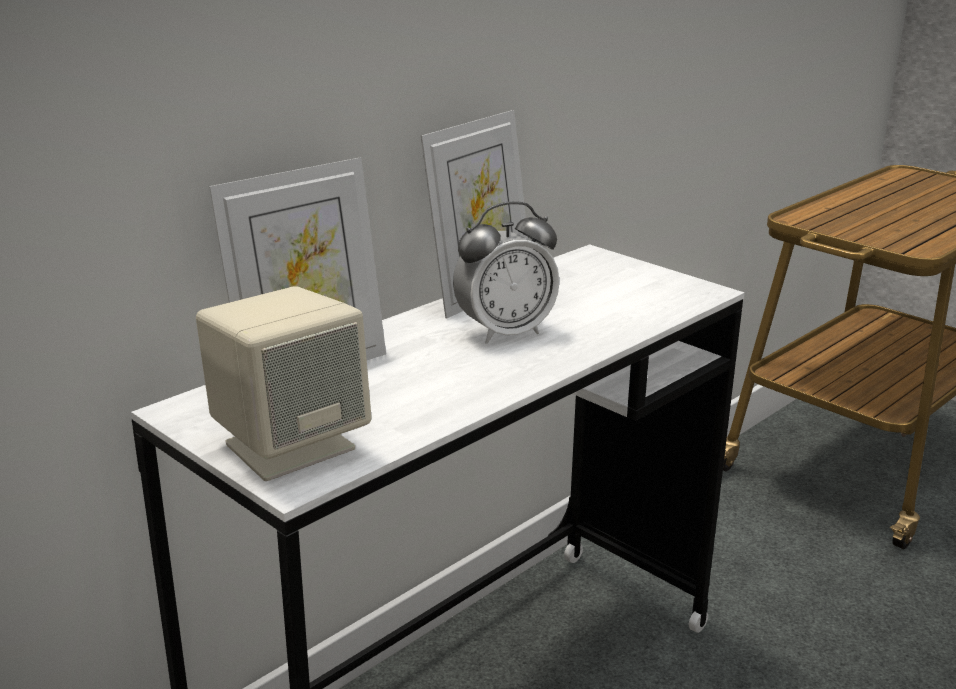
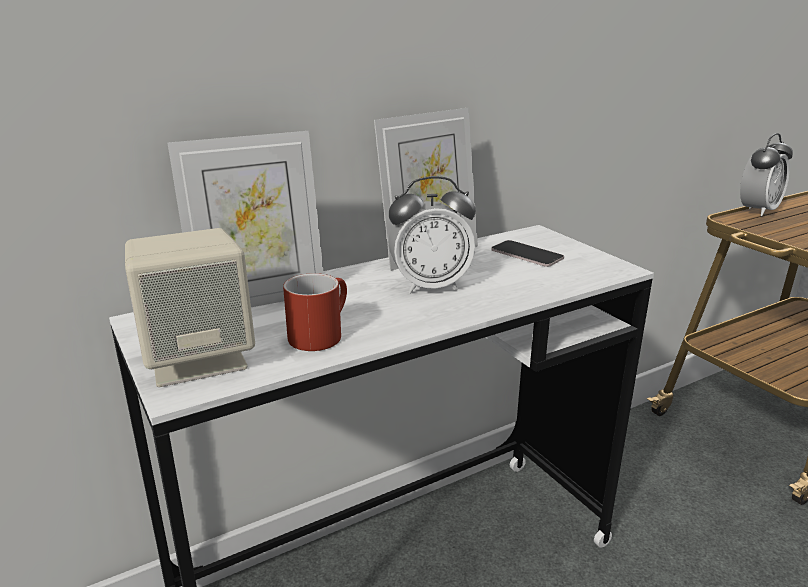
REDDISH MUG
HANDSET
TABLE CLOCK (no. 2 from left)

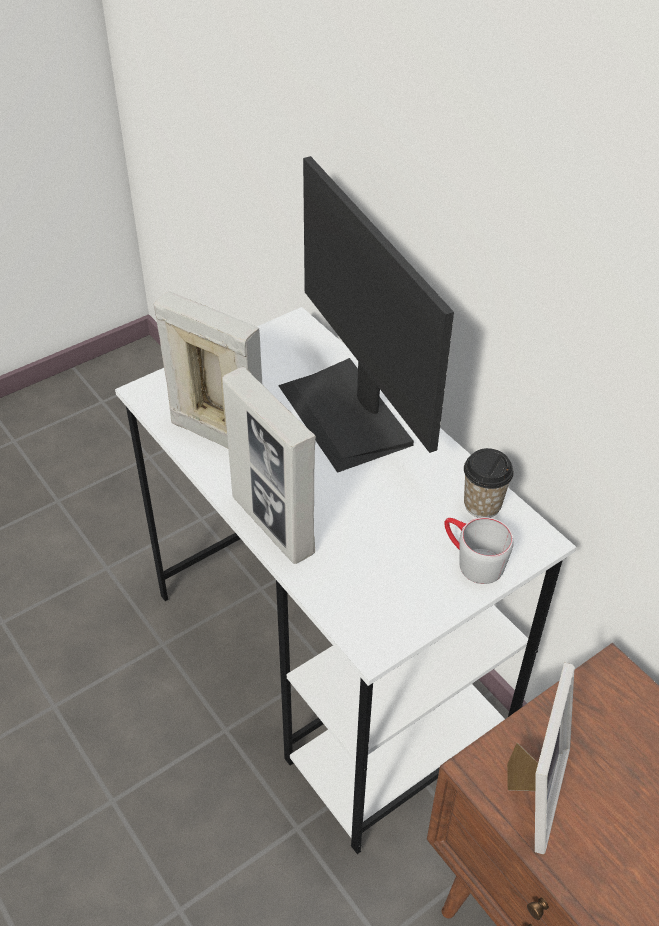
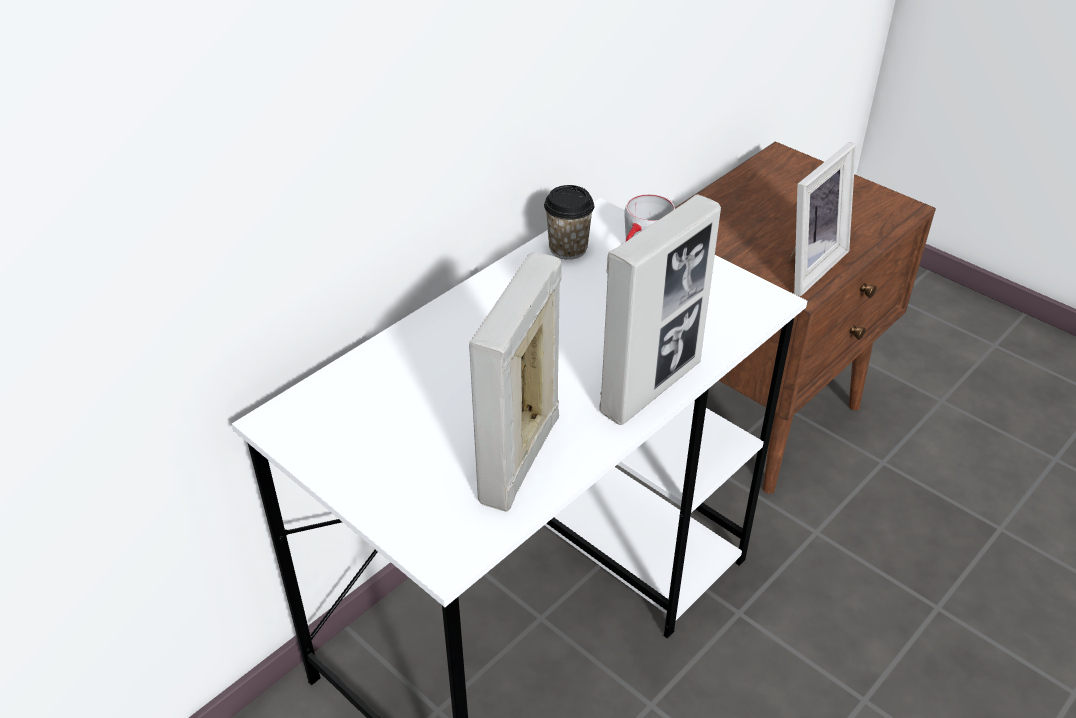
STANDING FRAME (no. 3 from left)
COMPUTER SCREEN

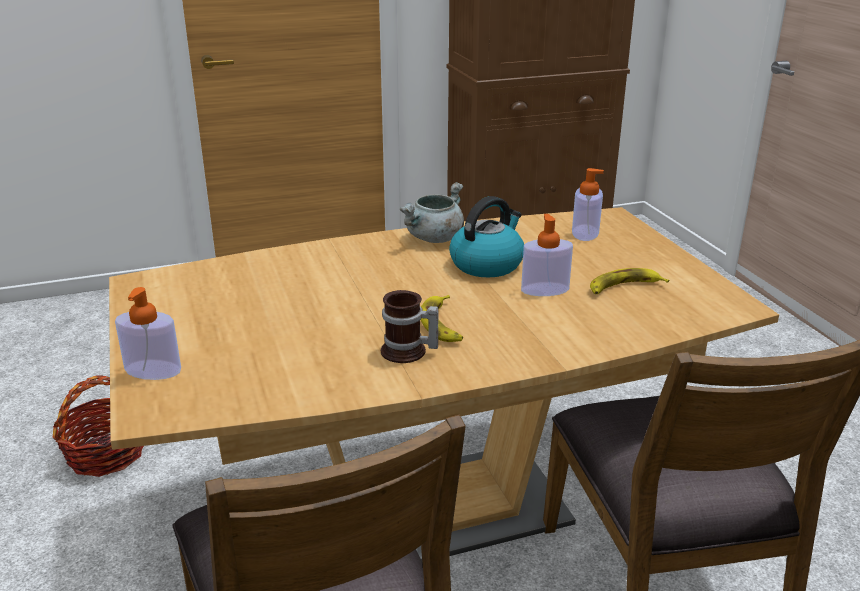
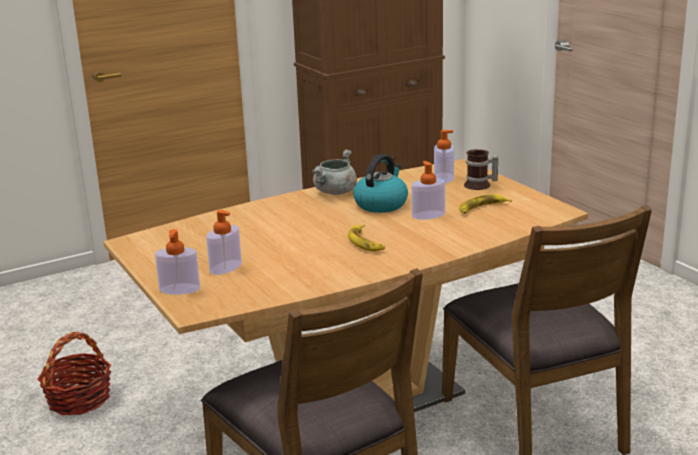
SOAP BOTTLE (no. 2 from left)
MUG

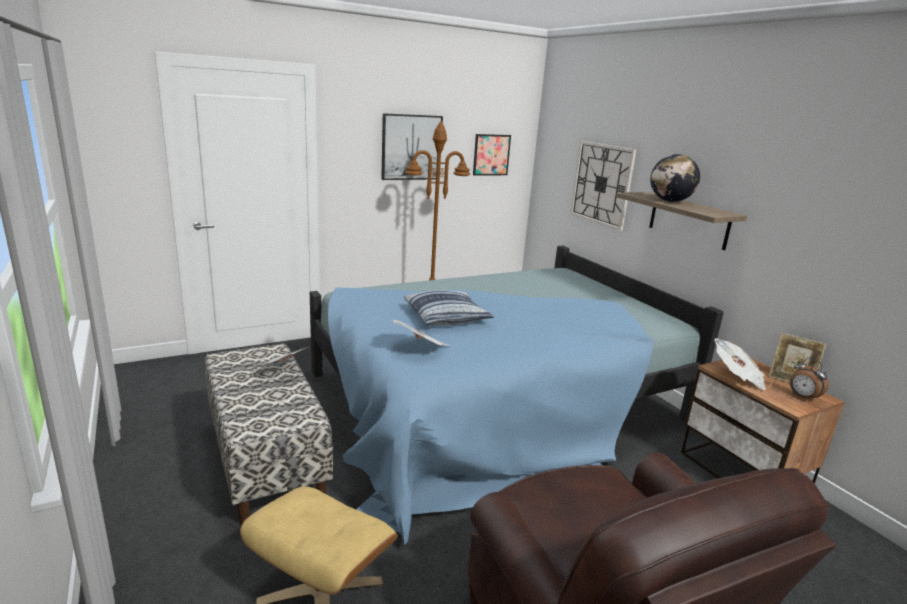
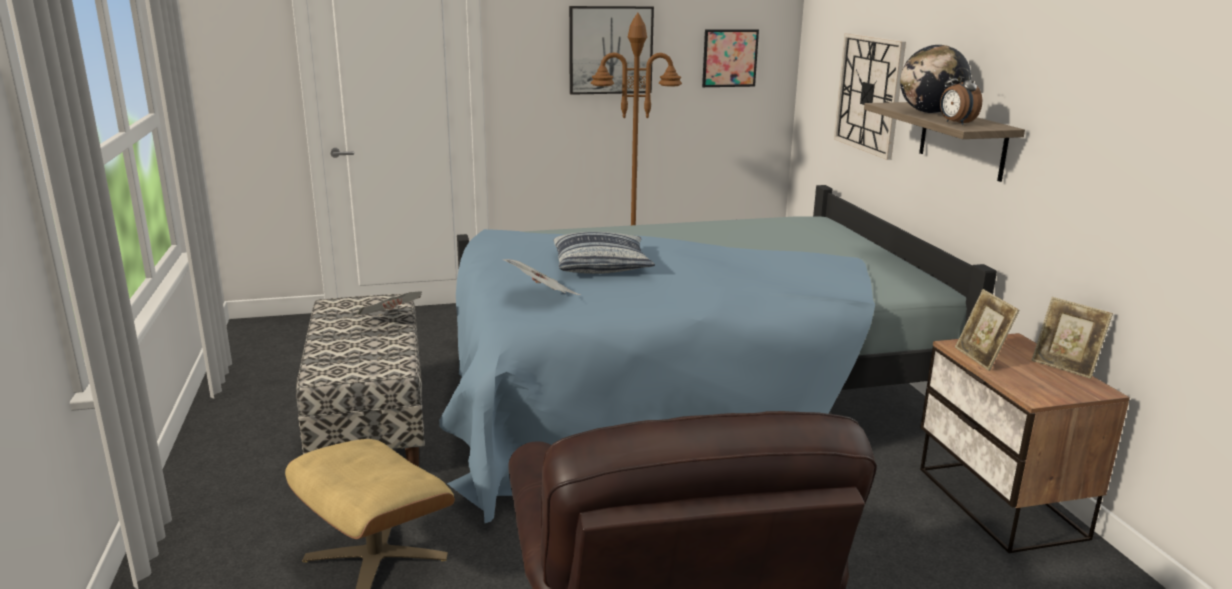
TABLE CLOCK
STANDING FRAME (no. 1 from left)

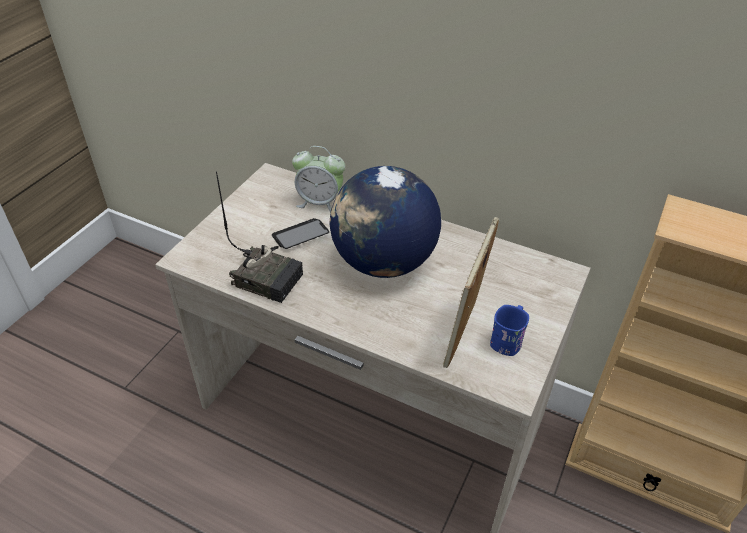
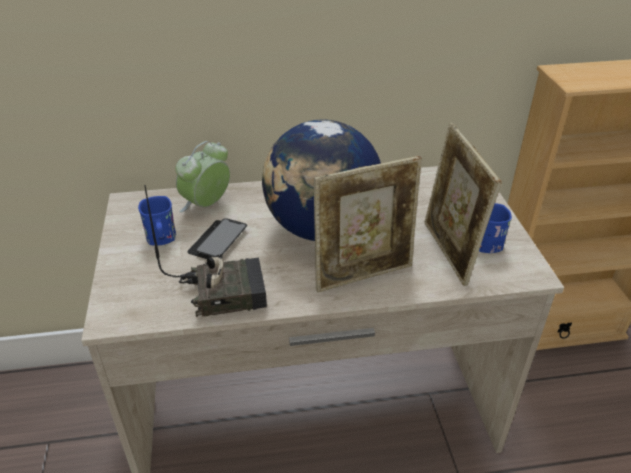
BLUE-COLOURED MUG (no. 1 from left)
TABLE CLOCK
STANDING FRAME (no. 1 from left)

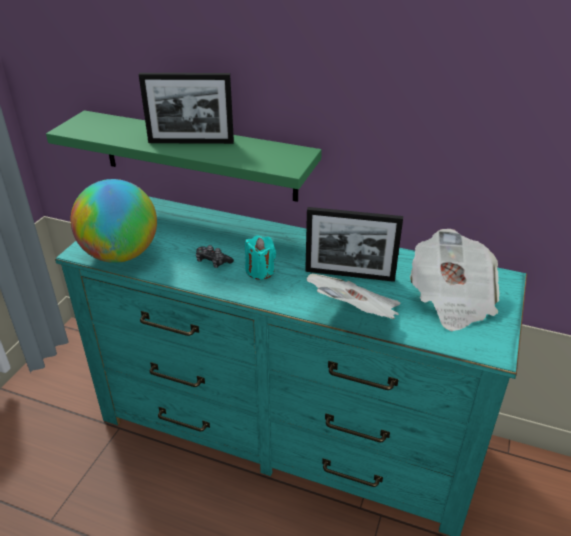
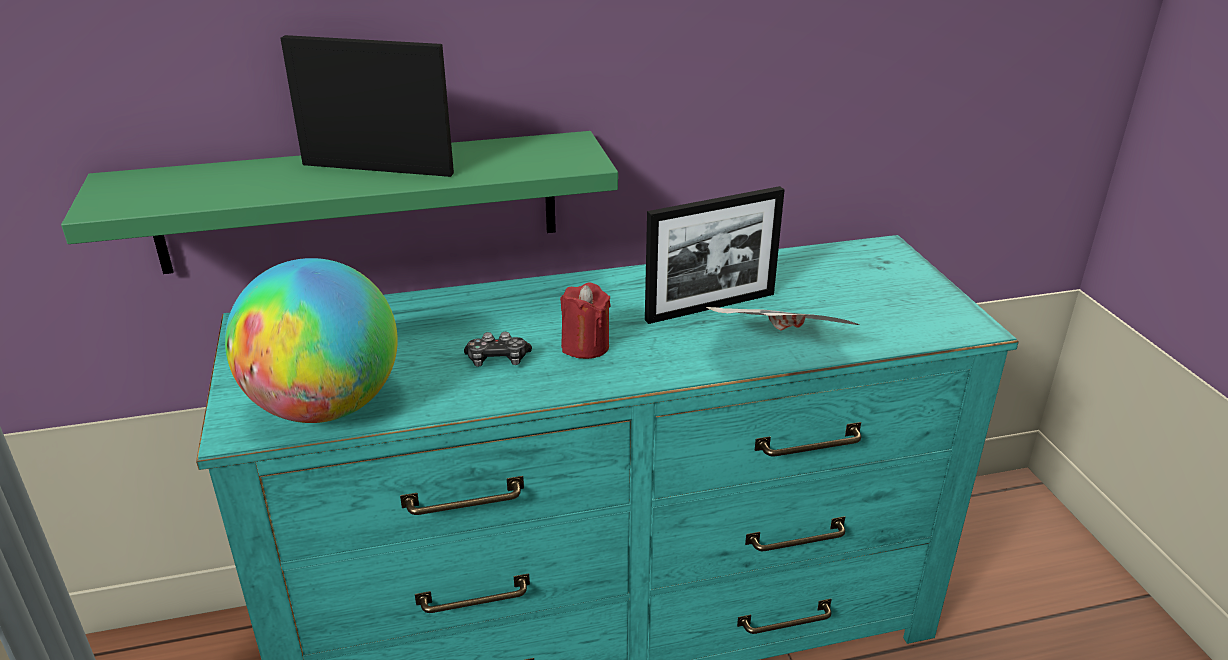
STANDING FRAME (no. 1 from left)
REDDISH CANDLE
DAILY PAPER (no. 2 from left in the first image)

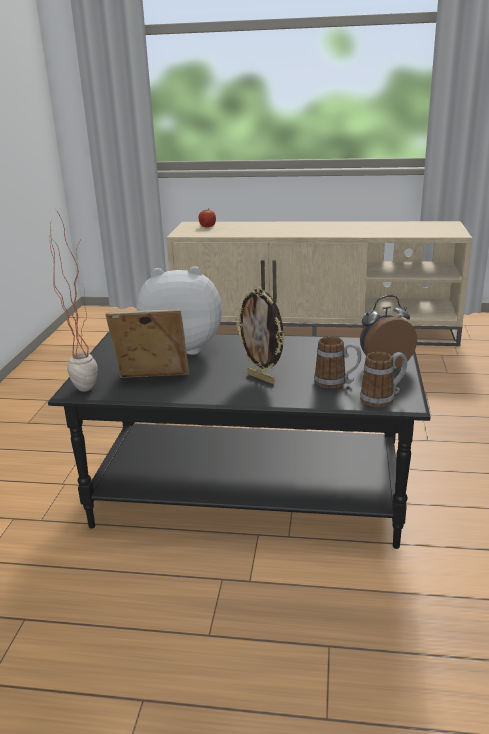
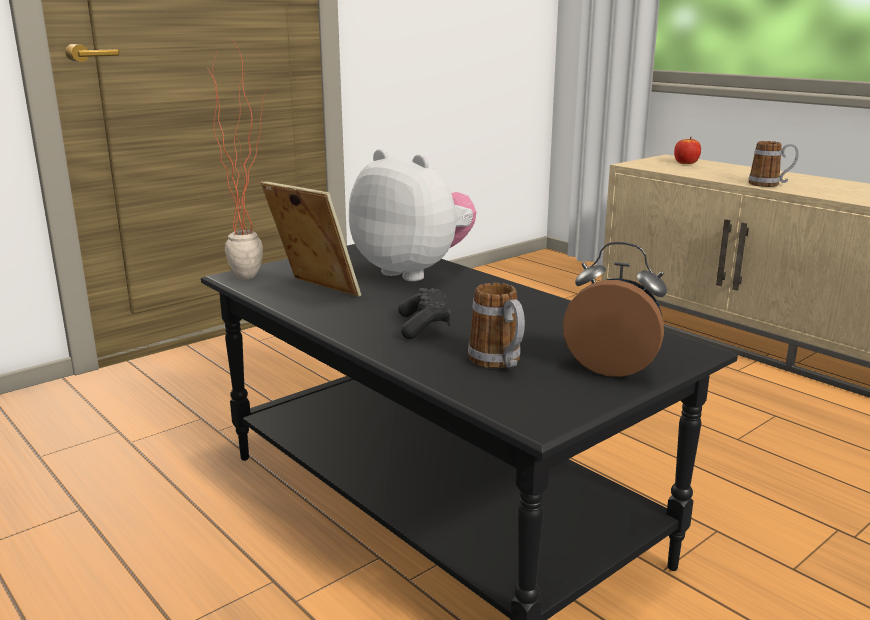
BLACK-COLOURED GAMEPAD
MUG (no. 2 from left)

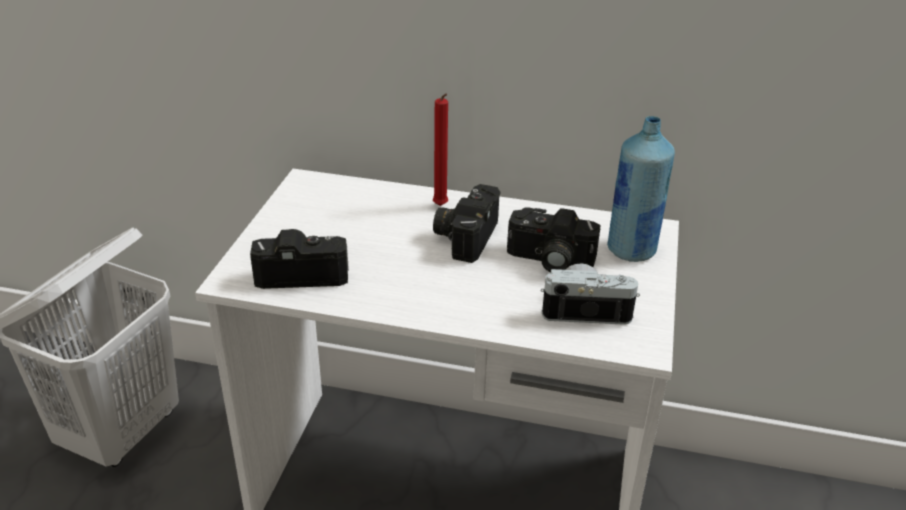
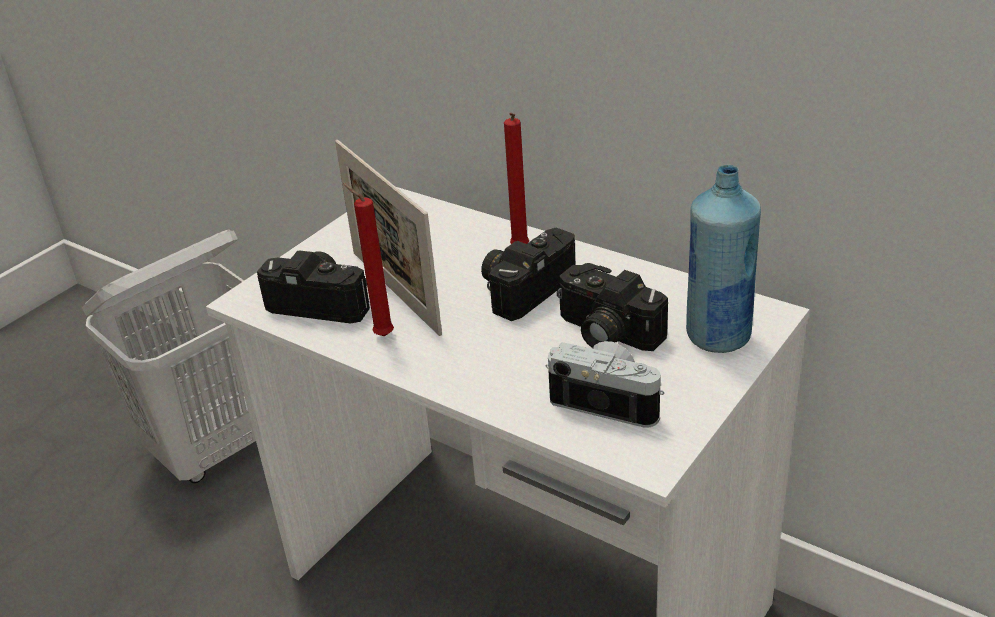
STANDING FRAME
REDDISH CANDLE (no. 1 from left)

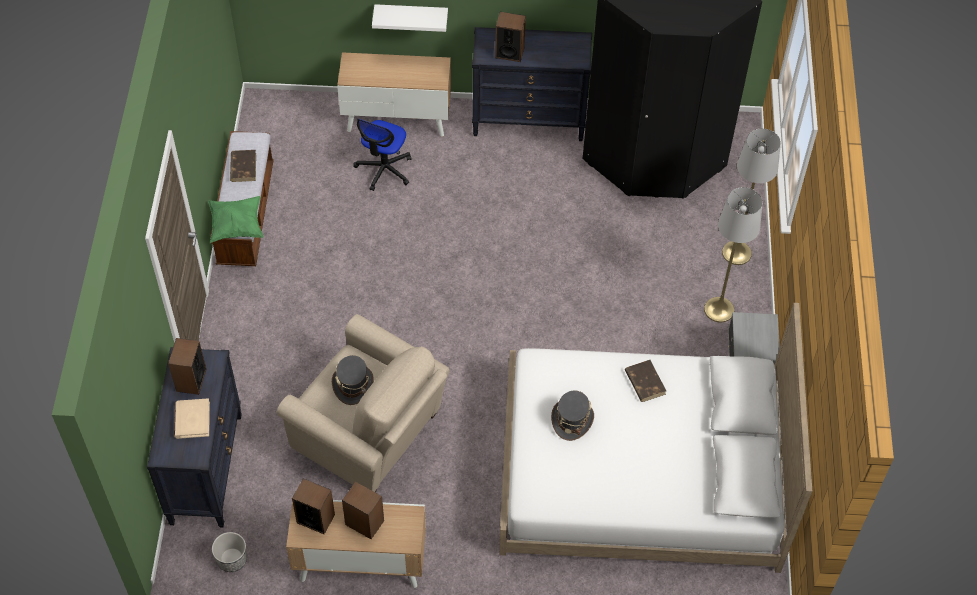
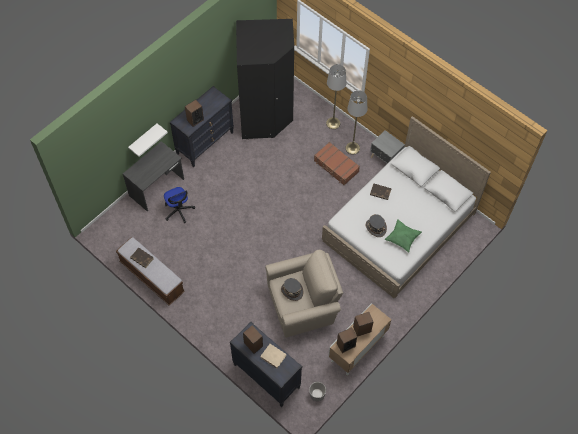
GREY DESK UNIT
BROWN-COLOURED SUITCASE
GREEN THROW PILLOW

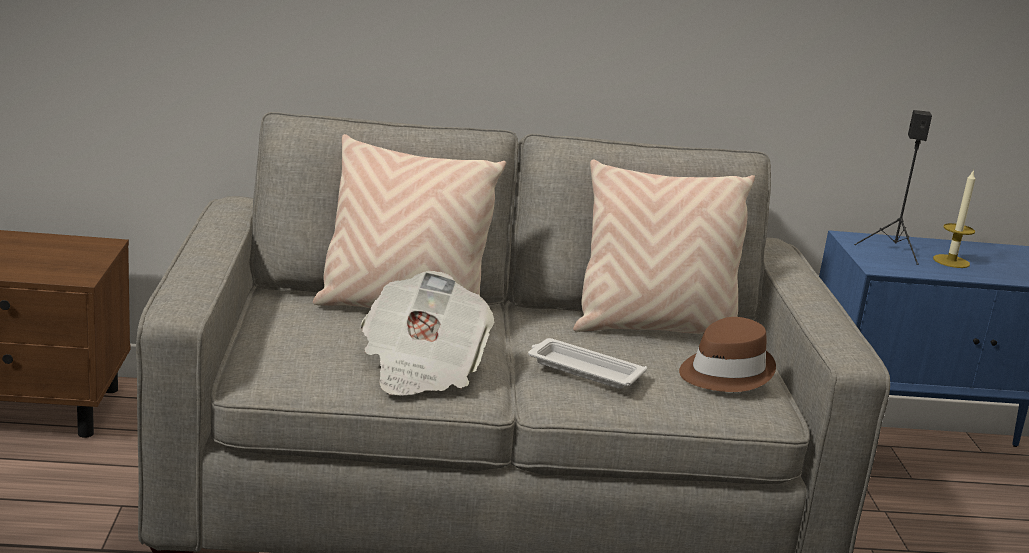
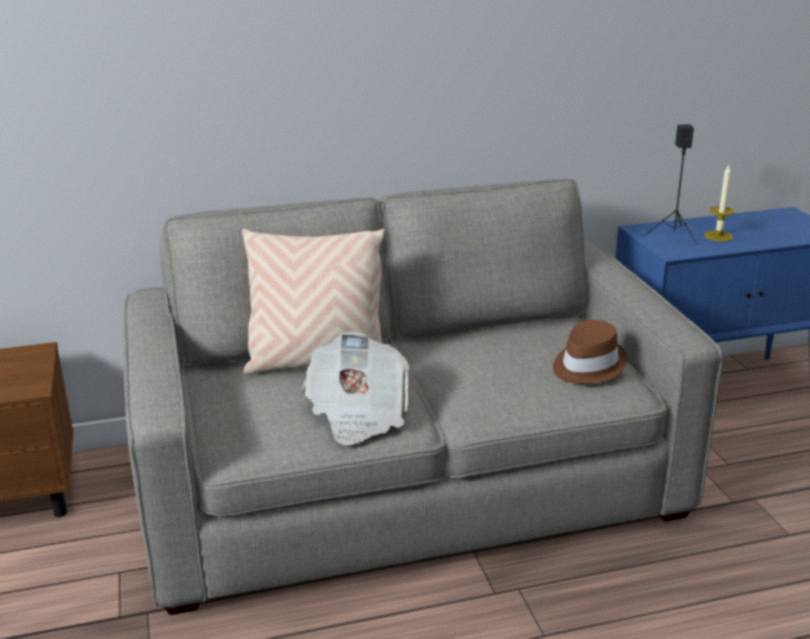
WHITE-COLOURED TRAY
BEIGE THROW PILLOW (no. 2 from left in the first image)

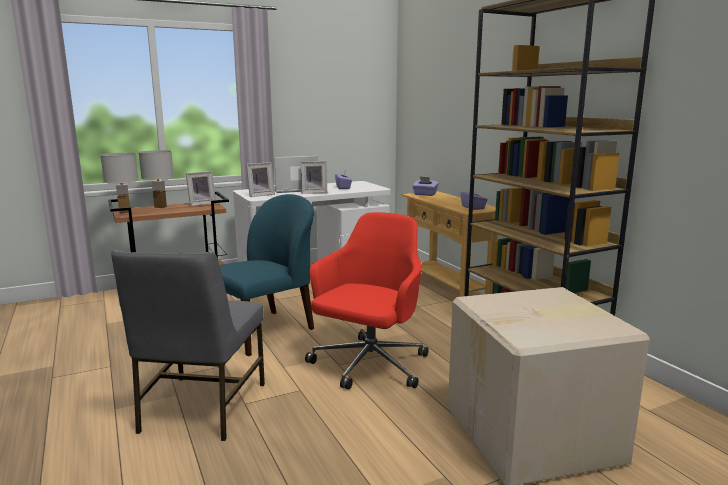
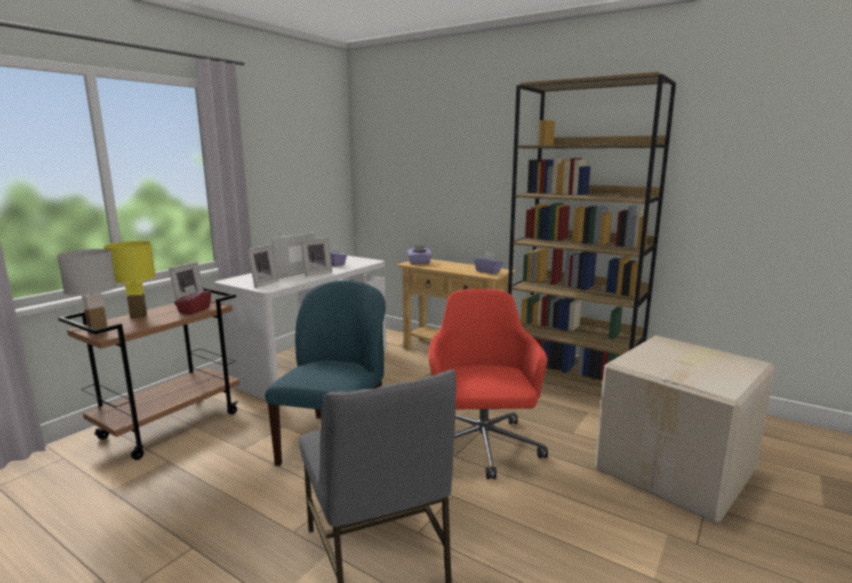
YELLOWISH TABLE LAMP
REDDISH BOX OF TISSUES

